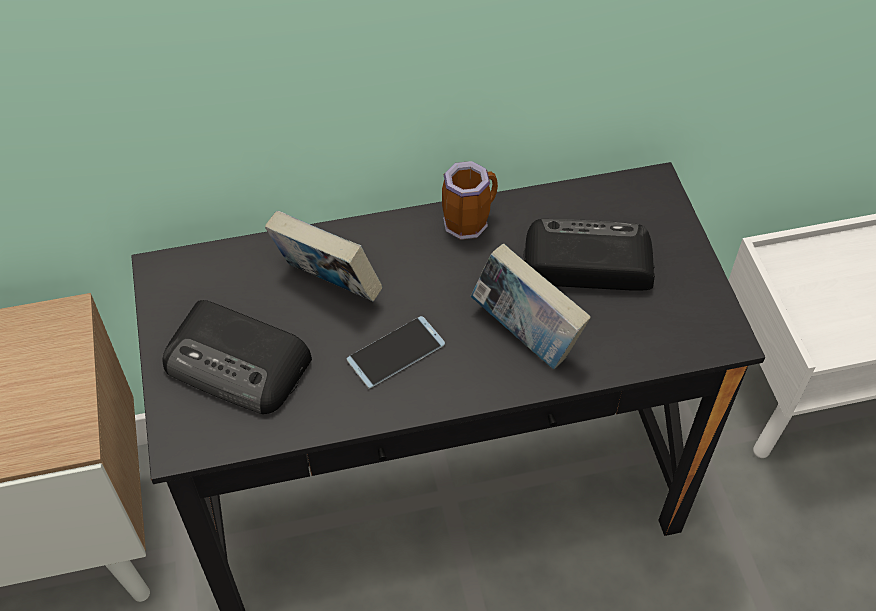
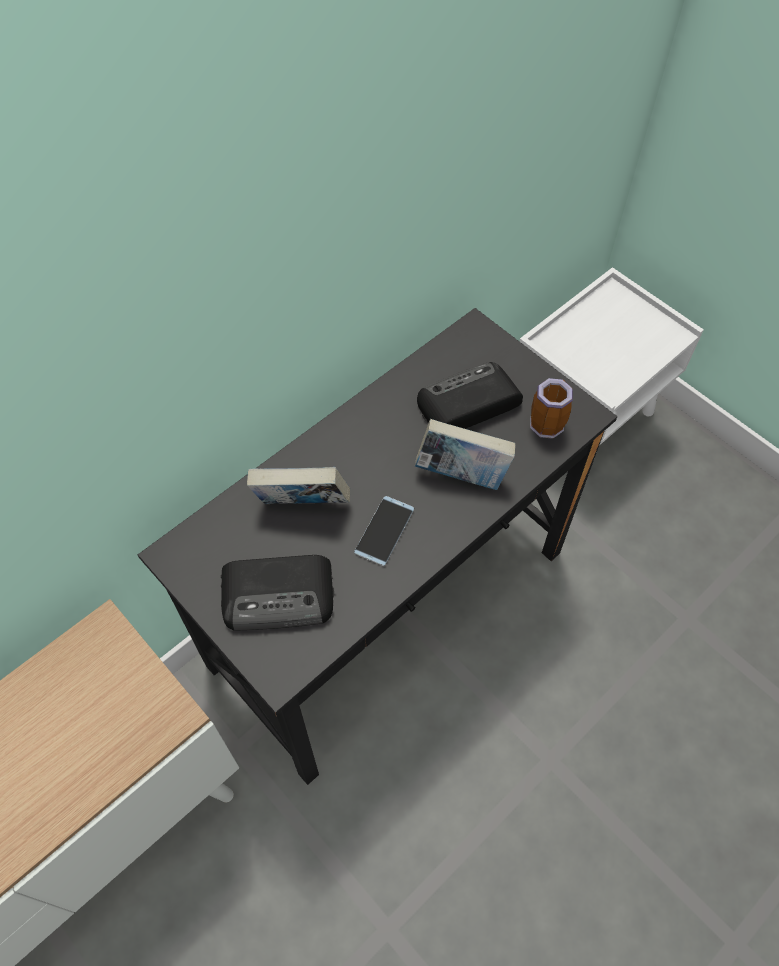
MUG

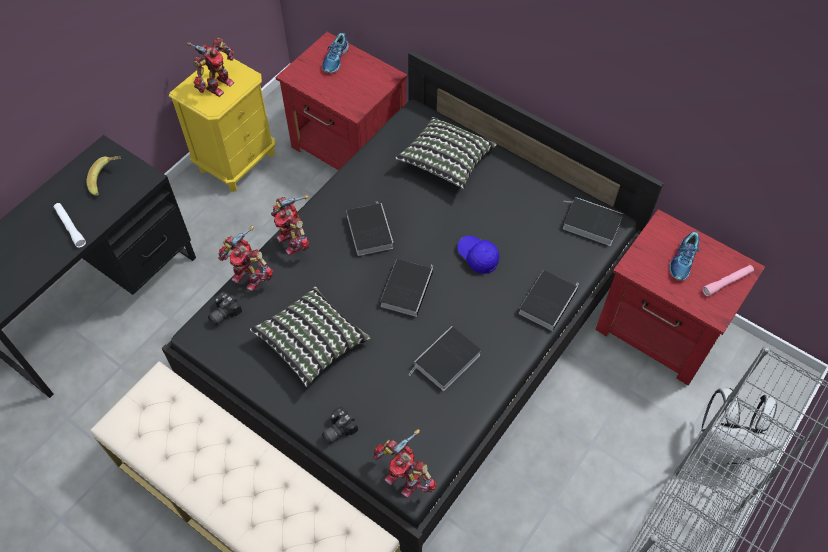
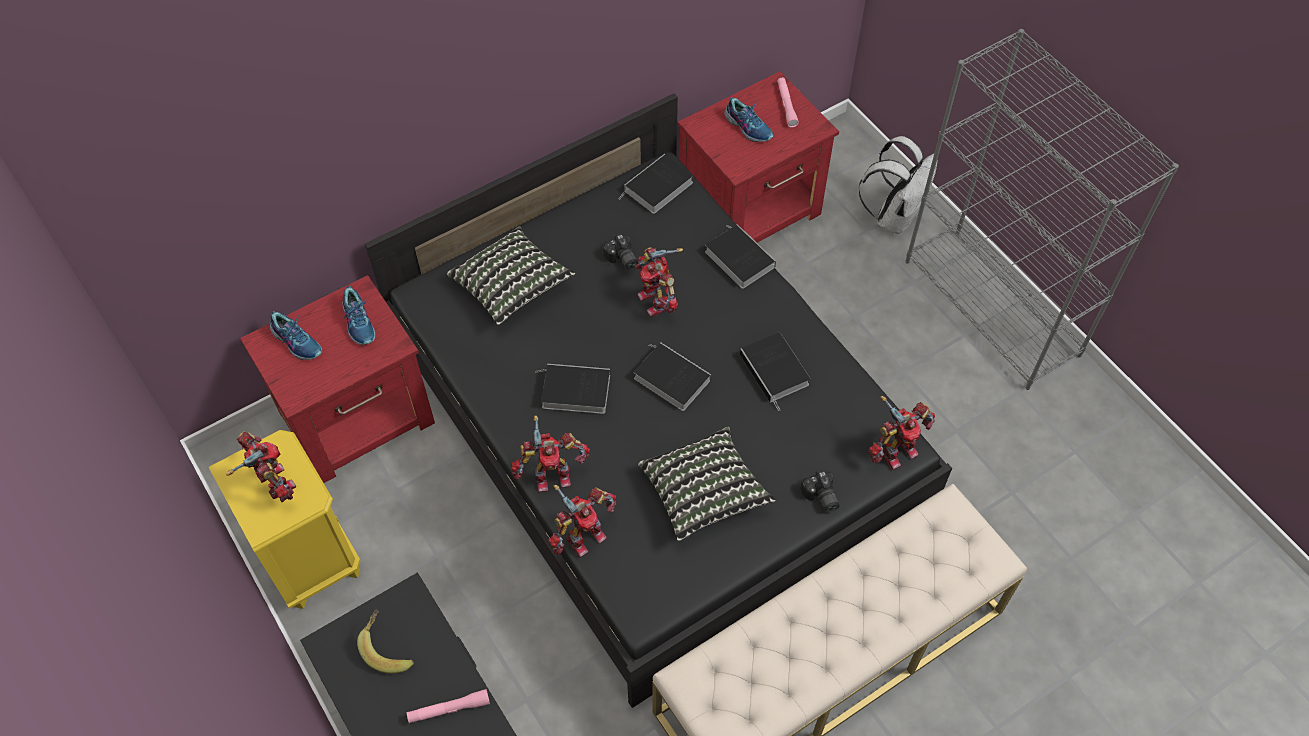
ITEM OF FOOTWEAR (no. 2 from left)
PINK-COLOURED FLASHLIGHT (no. 1 from left)
PHOTO CAMERA (no. 1 from left)
MODEL ROBOT (no. 4 from left)

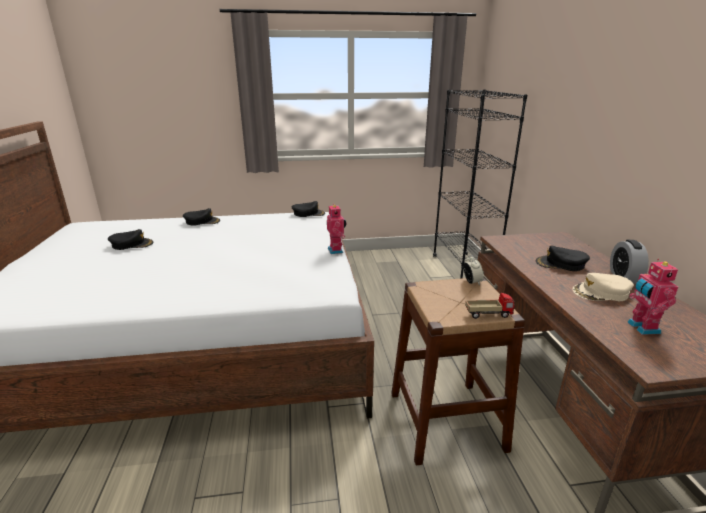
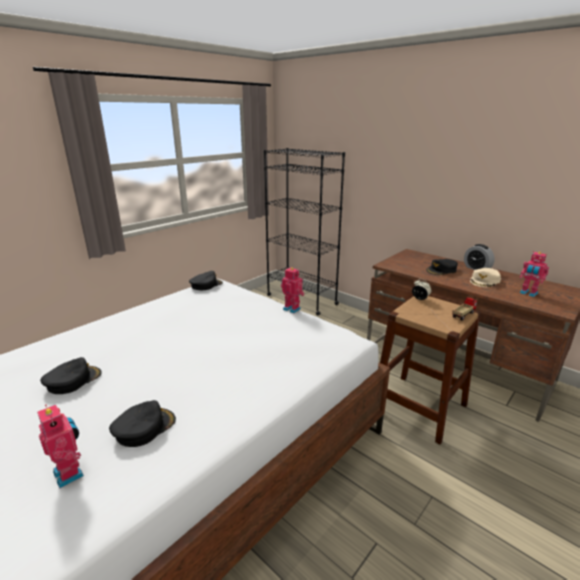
MODEL ROBOT (no. 1 from left)
BLACK-COLOURED PEAKED CAP (no. 2 from left)

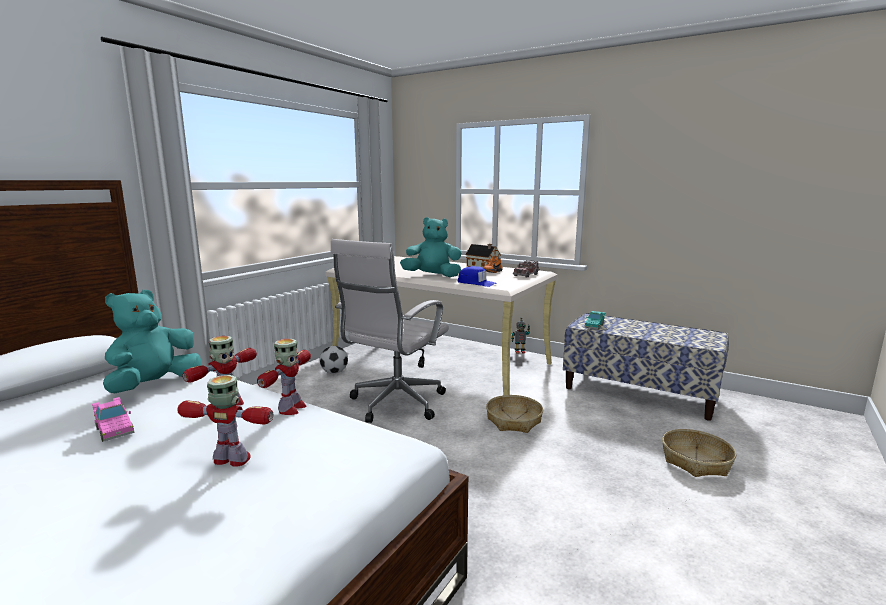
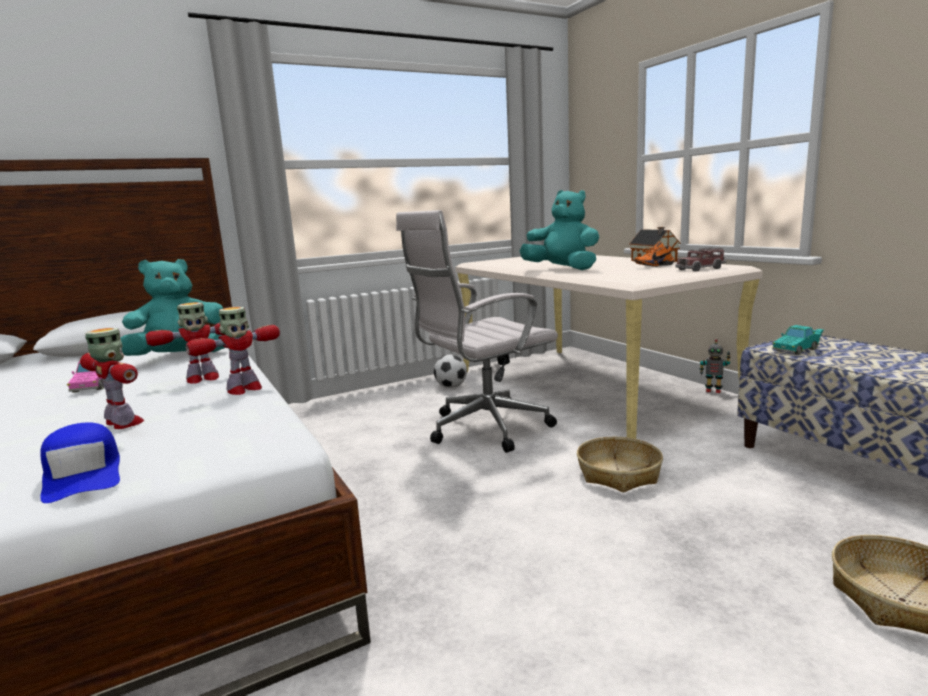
BLUE-COLOURED PEAKED CAP

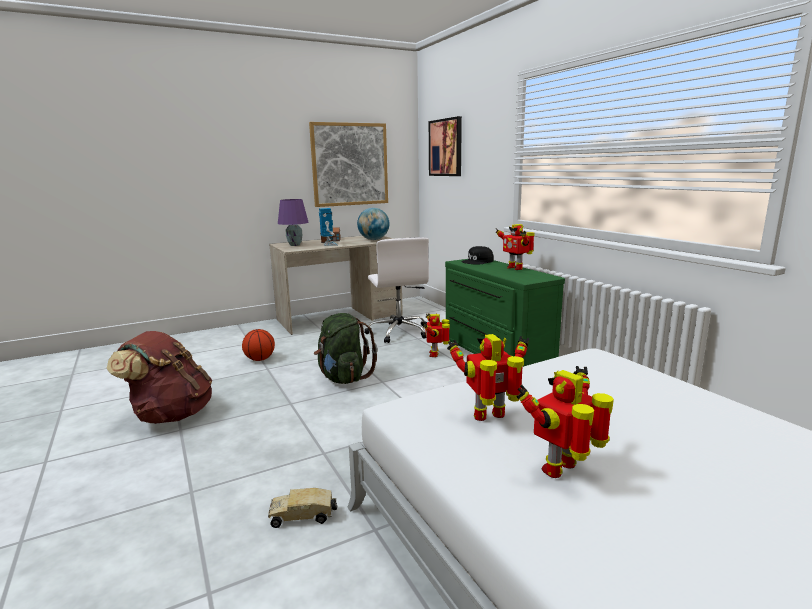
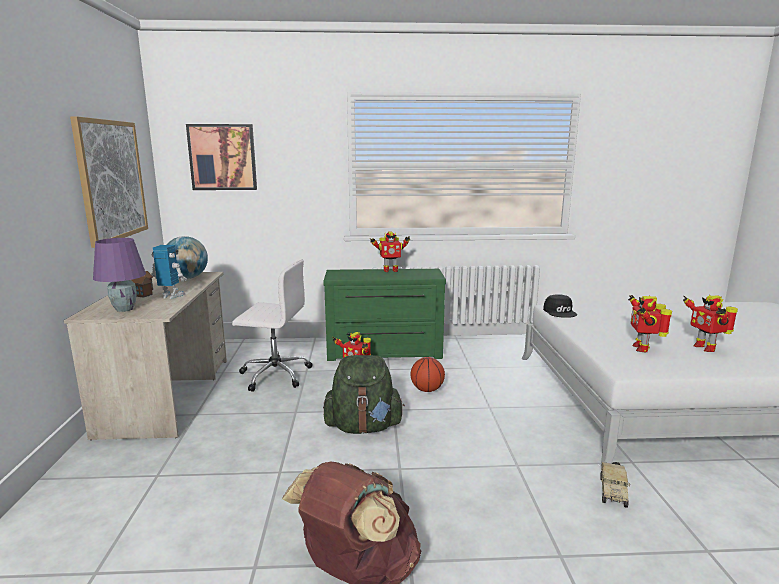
BASKETBALL
BLACK-COLOURED PEAKED CAP

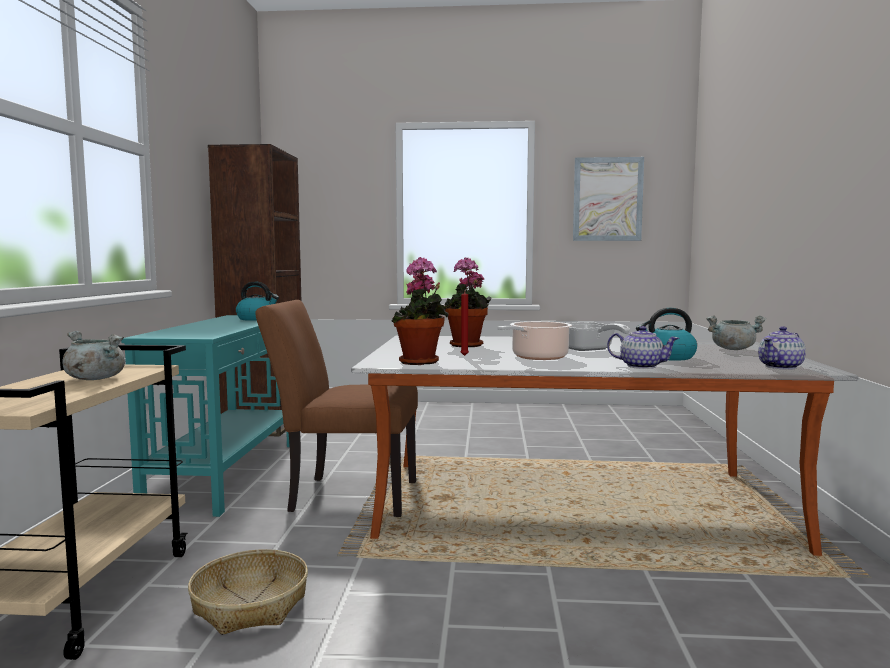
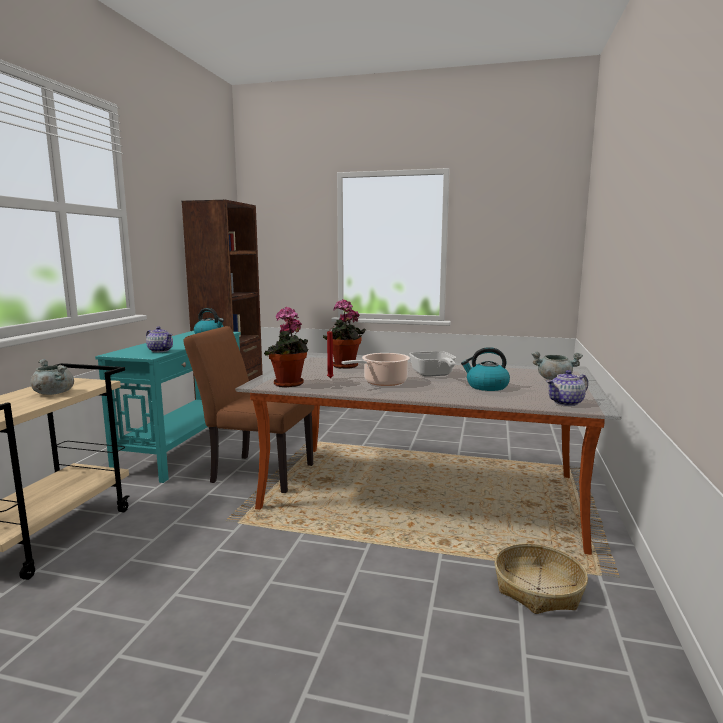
TEAPOT (no. 1 from left)
BASKET
WALL ART

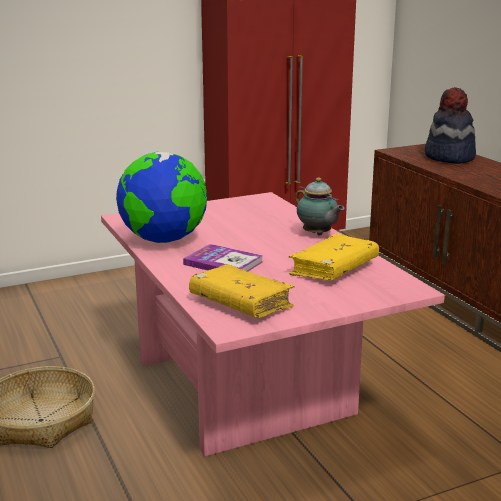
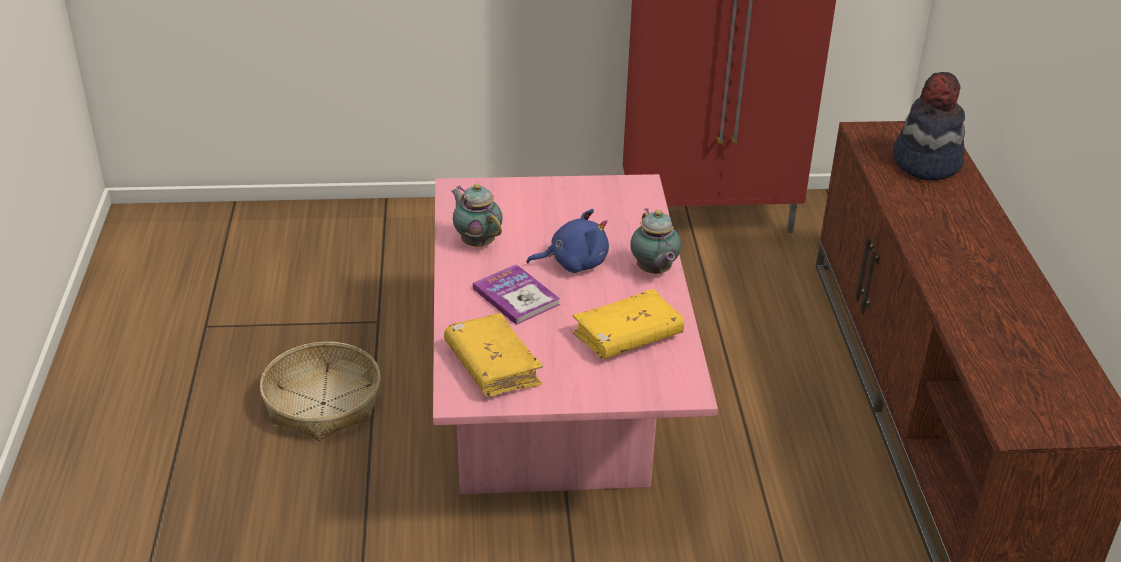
TEAPOT (no. 1 from left)
BLUE-COLOURED PLUSH TOY

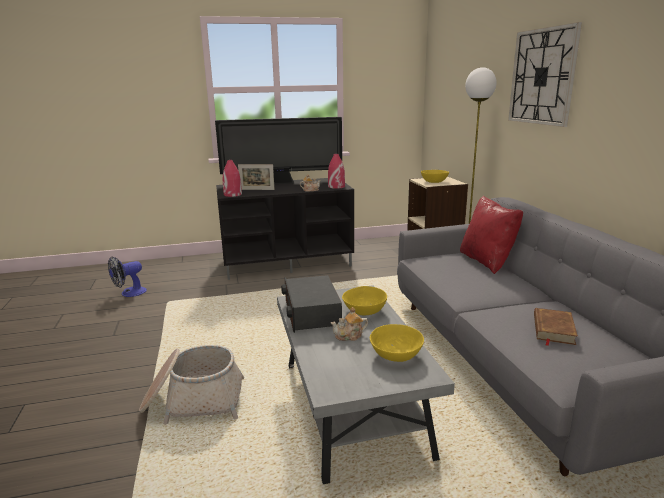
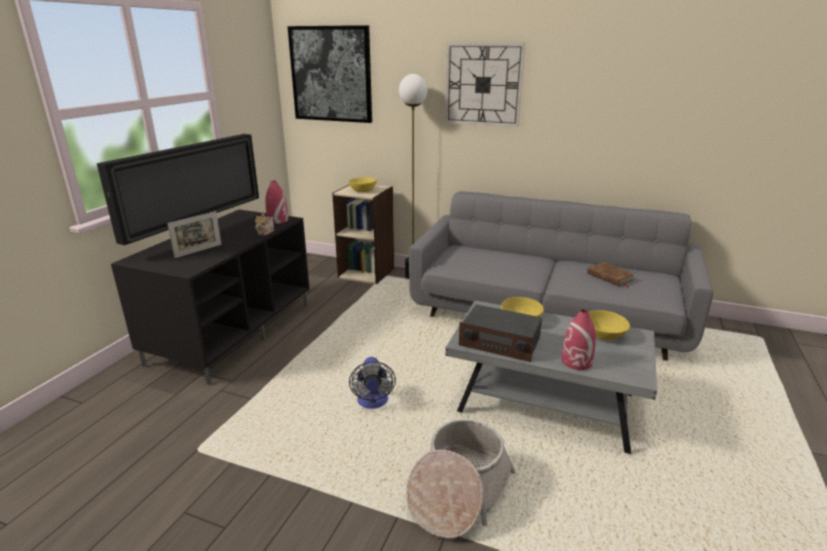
WALL ART
COOLING FAN
REDDISH DECORATIVE VASE (no. 2 from left)
TEAPOT (no. 2 from left in the first image)
REDDISH THROW PILLOW

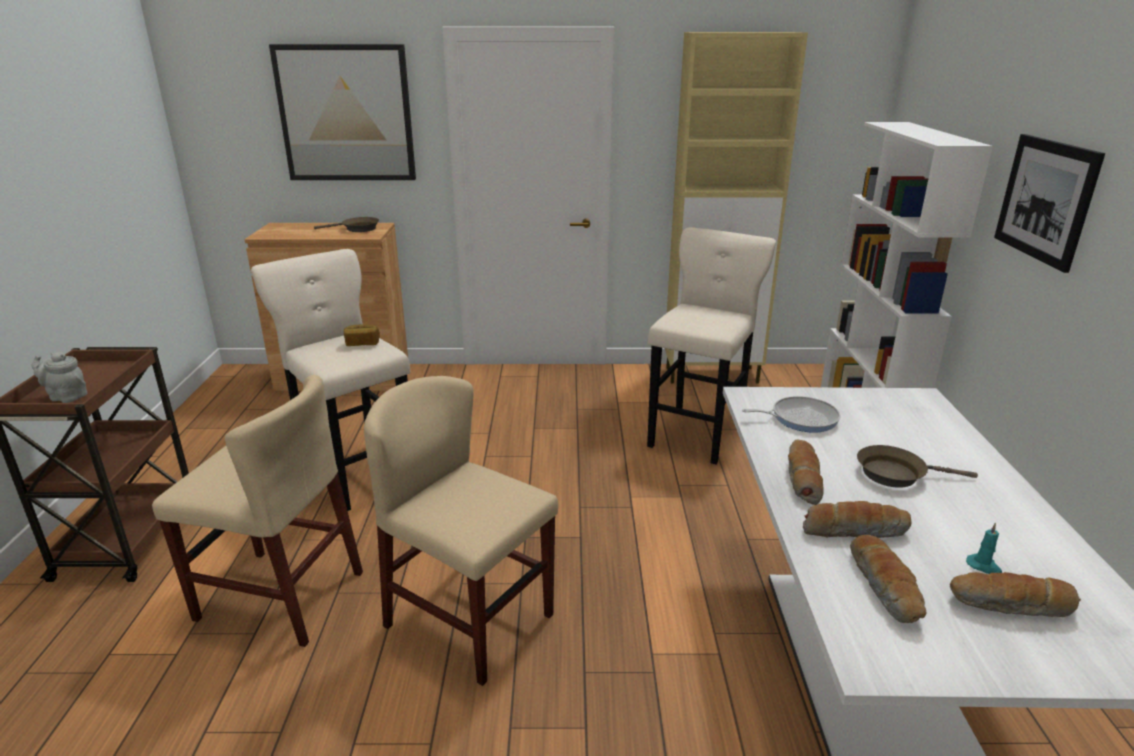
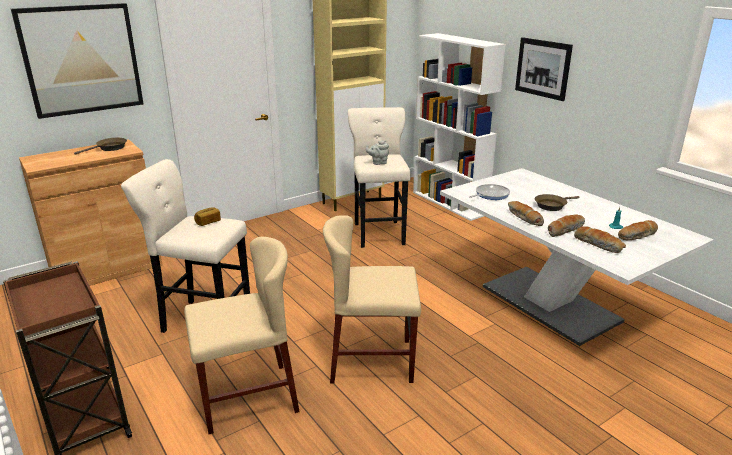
GREY TEAPOT

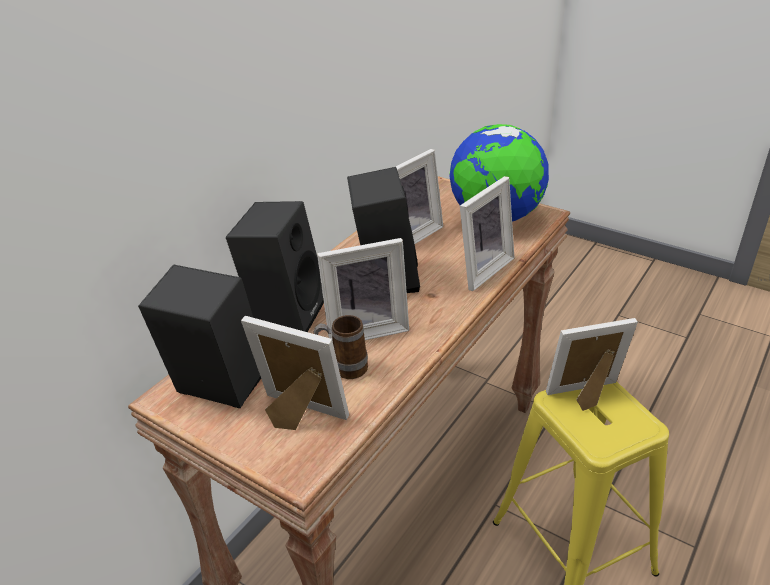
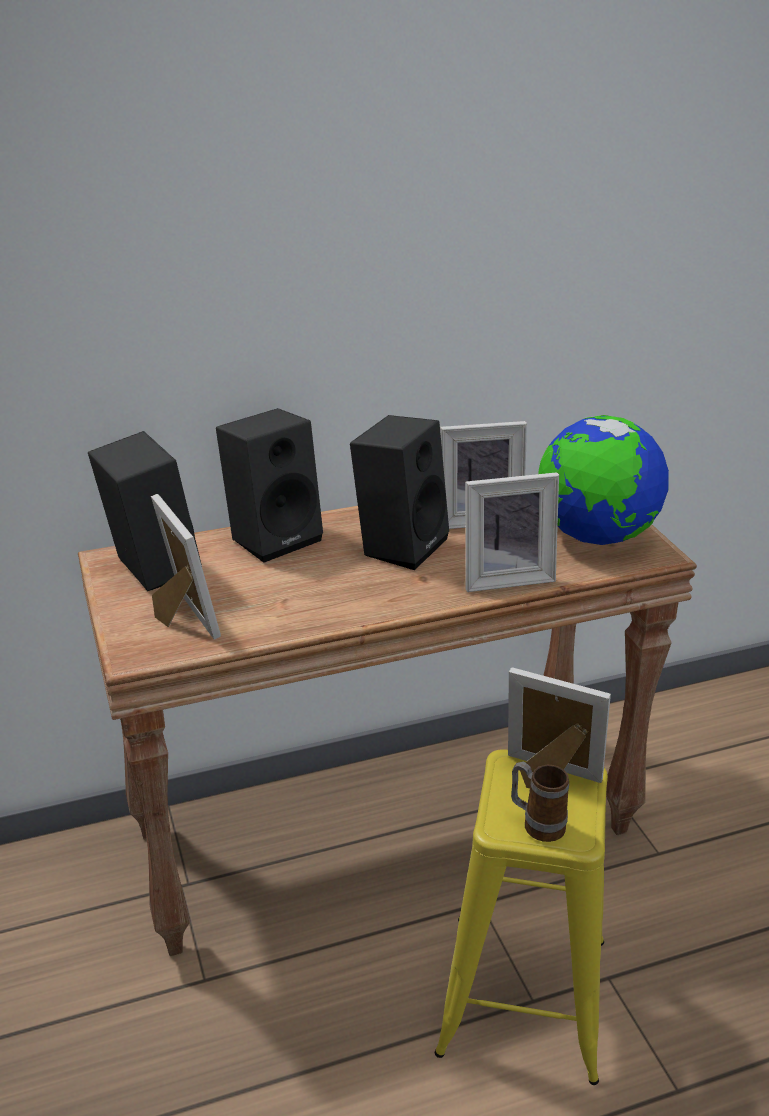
MUG
STANDING FRAME (no. 2 from left in the first image)

